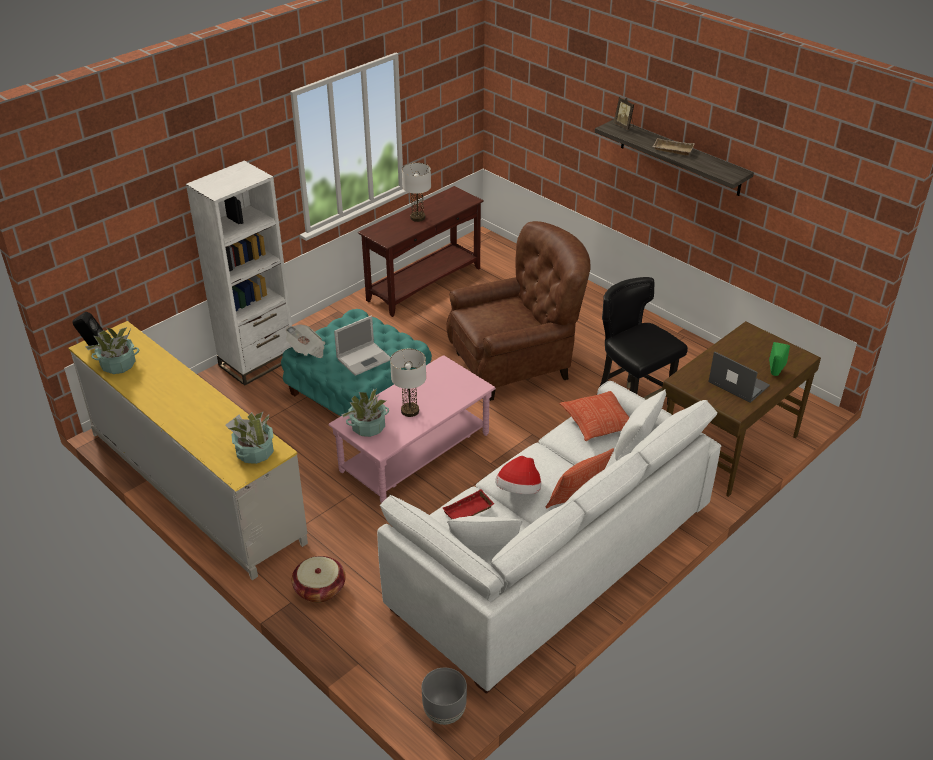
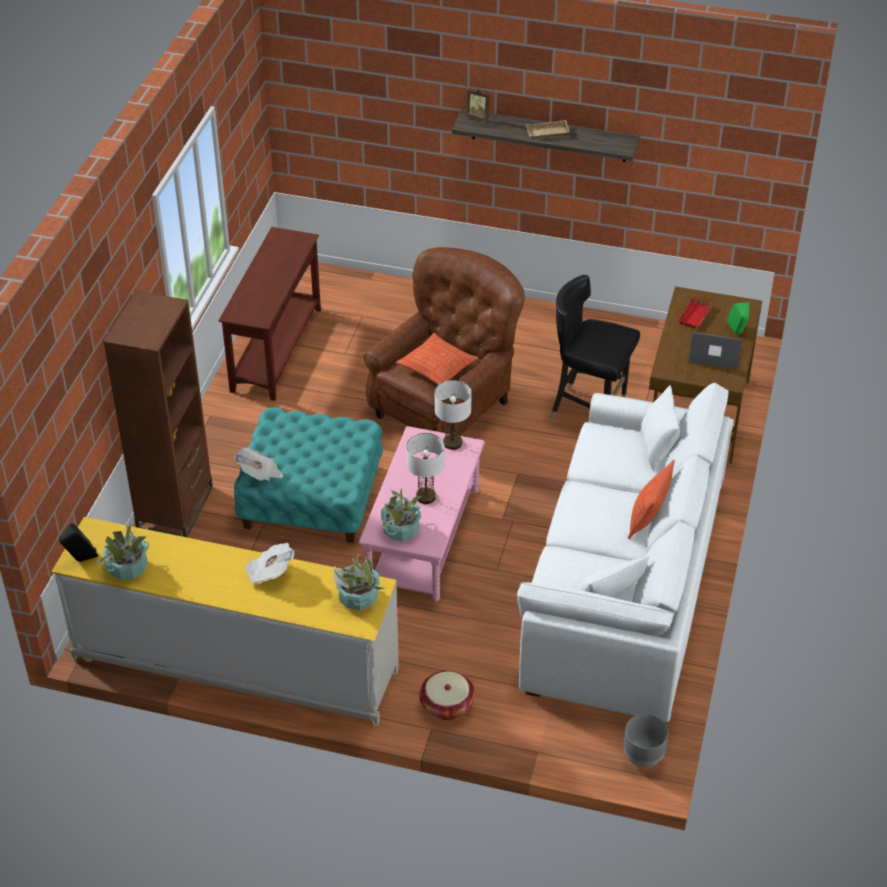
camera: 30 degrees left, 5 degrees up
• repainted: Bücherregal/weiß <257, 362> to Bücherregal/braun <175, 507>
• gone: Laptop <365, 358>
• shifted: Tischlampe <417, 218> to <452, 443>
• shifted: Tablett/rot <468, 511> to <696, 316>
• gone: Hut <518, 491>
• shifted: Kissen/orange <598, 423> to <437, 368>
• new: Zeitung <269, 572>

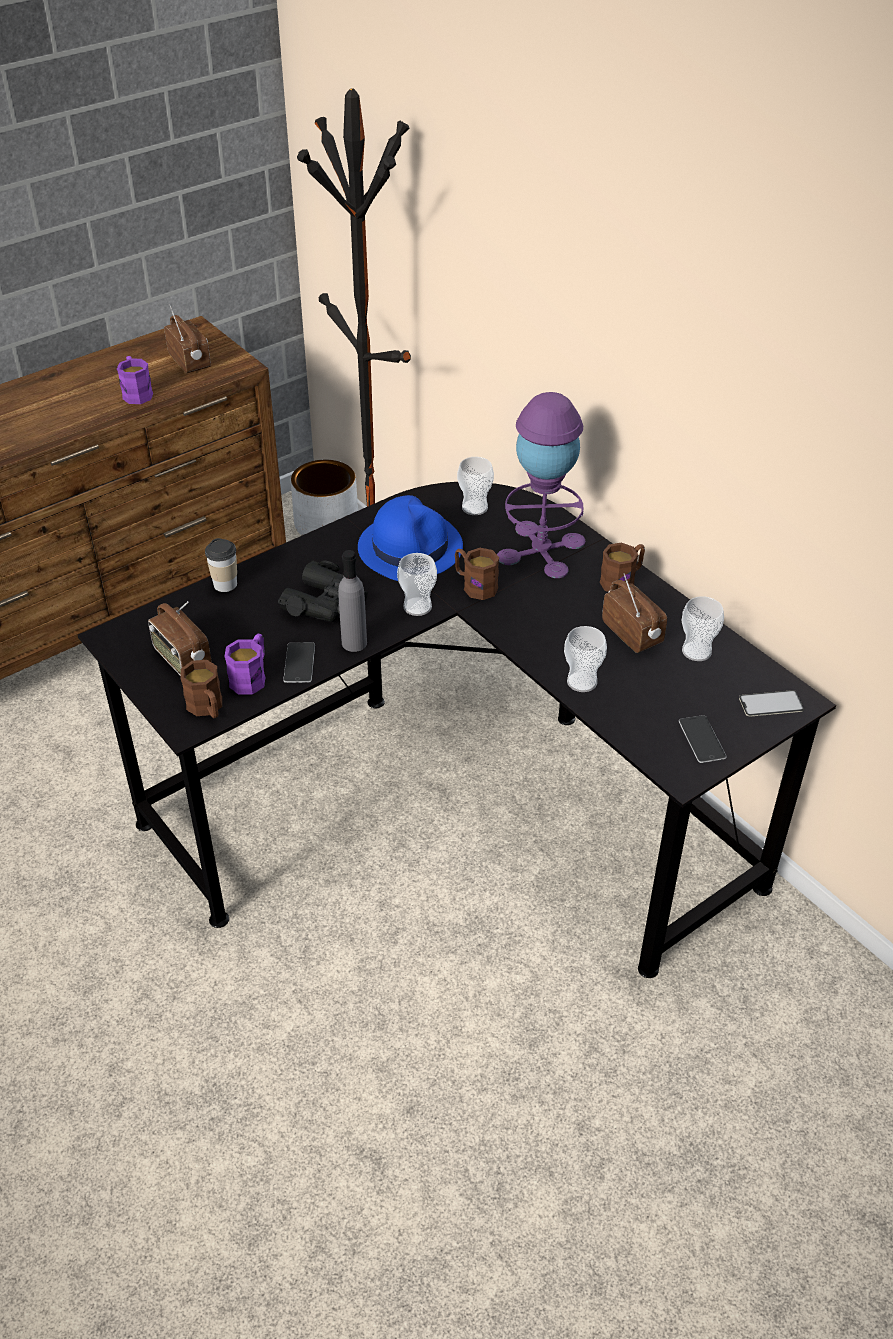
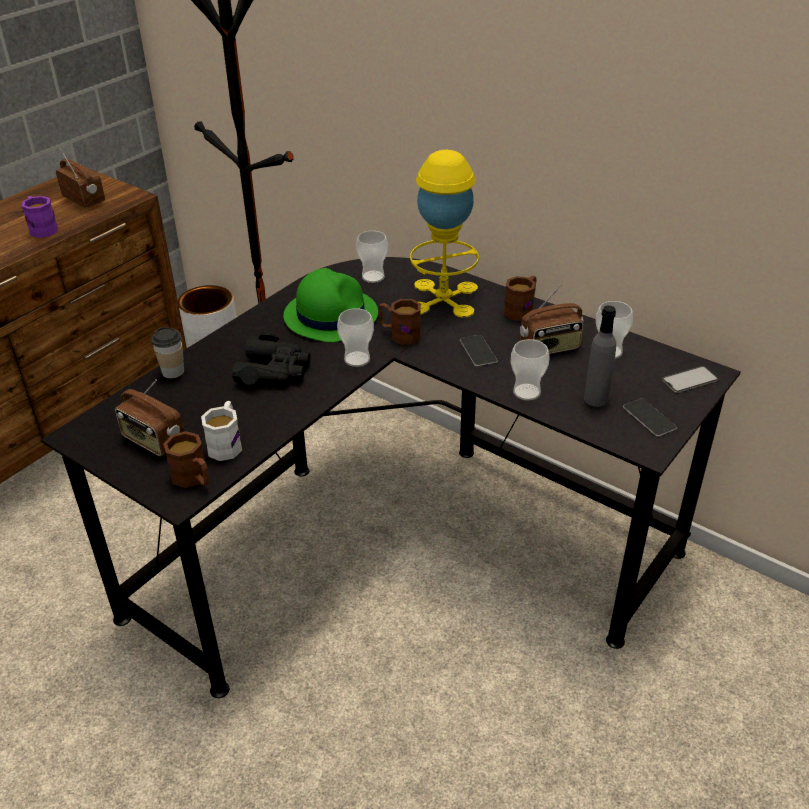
camera: 15 degrees left, 5 degrees down
• repainted: Henkelbecher/lila <251, 676> to Henkelbecher/weiß <226, 443>
• shifted: Handy <299, 662> to <478, 351>
• shifted: Flasche/grau <354, 643> to <595, 399>
• repainted: Hut/blau <410, 547> to Hut/grün <330, 315>
• repainted: Tischlampe/lila <541, 549> to Tischlampe/gelb <443, 298>
• rotated: Radio <632, 633> = <550, 347> 120 degrees clockwise

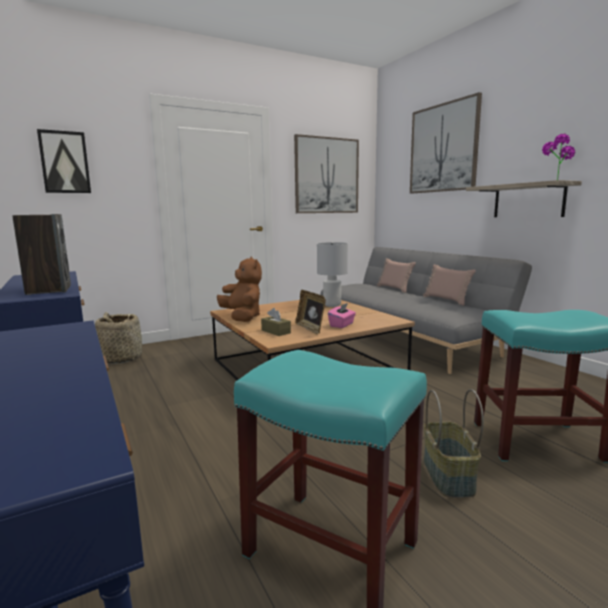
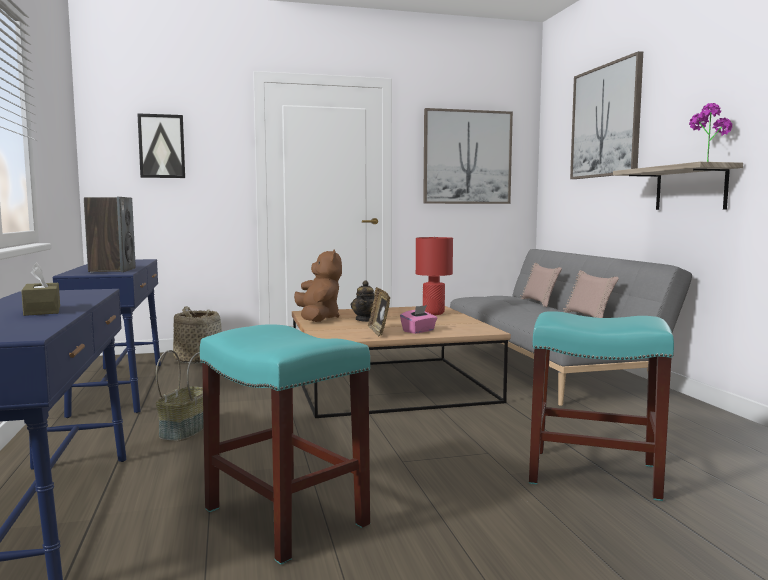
camera: 15 degrees right, 5 degrees down
• shifted: Taschentuchbox/braun <276, 331> to <42, 310>
• repainted: Tischlampe/grau <332, 306> to Tischlampe/rot <434, 314>
• shifted: Korb <447, 475> to <186, 430>
• new: Teekanne <365, 320>

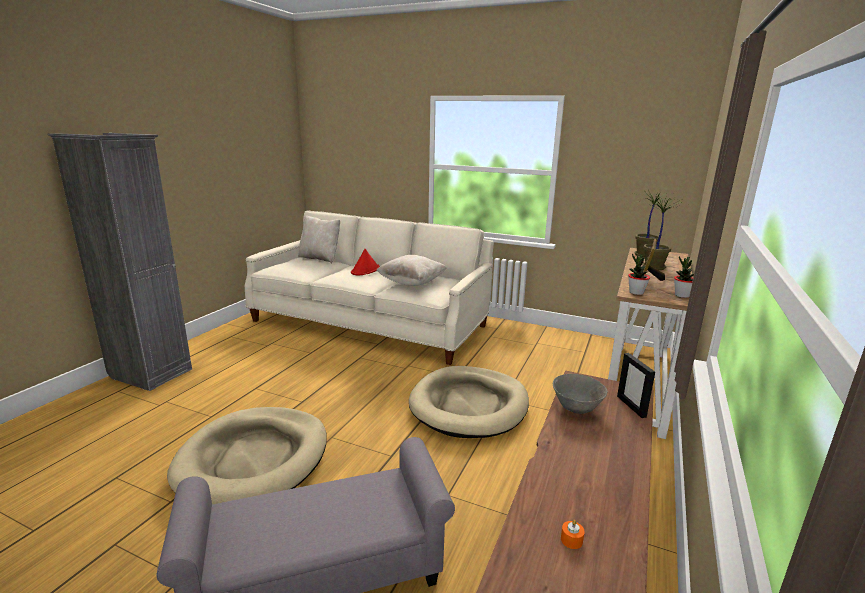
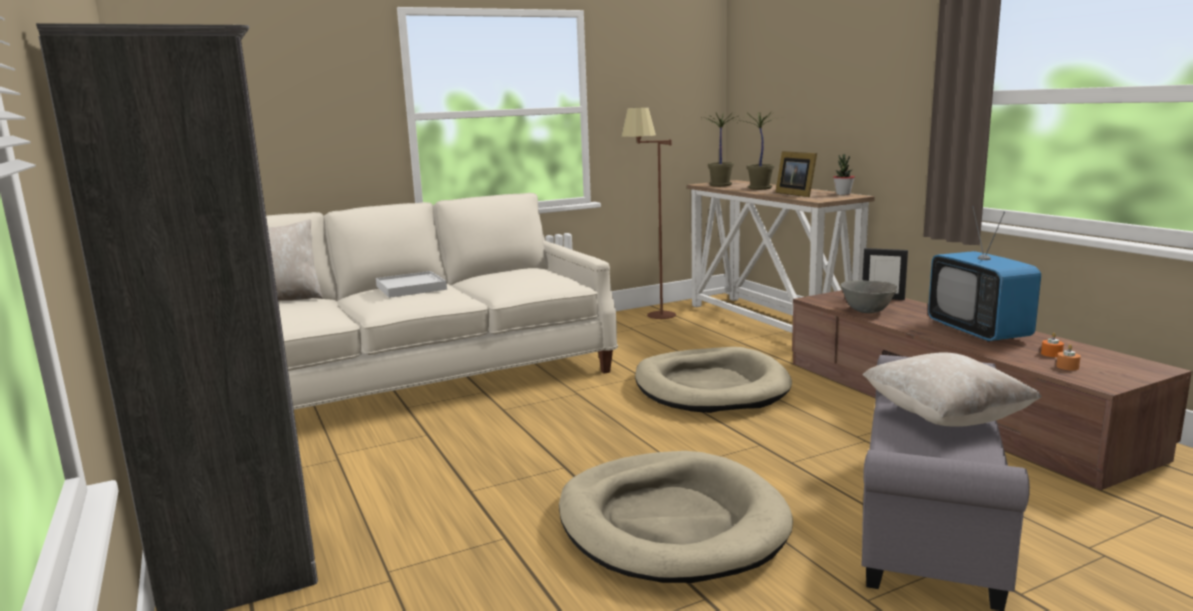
camera: 50 degrees left, 5 degrees down
• swapped: Hut/rot <365, 270> to Tablett/weiß <411, 288>
• shifted: Kissen/beige <412, 283> to <944, 418>
• gone: Topfpflanze <636, 293>
• new: Stehlampe/braun <652, 317>
• new: Fernseher <978, 331>
• new: Kerze/orange <1067, 367>

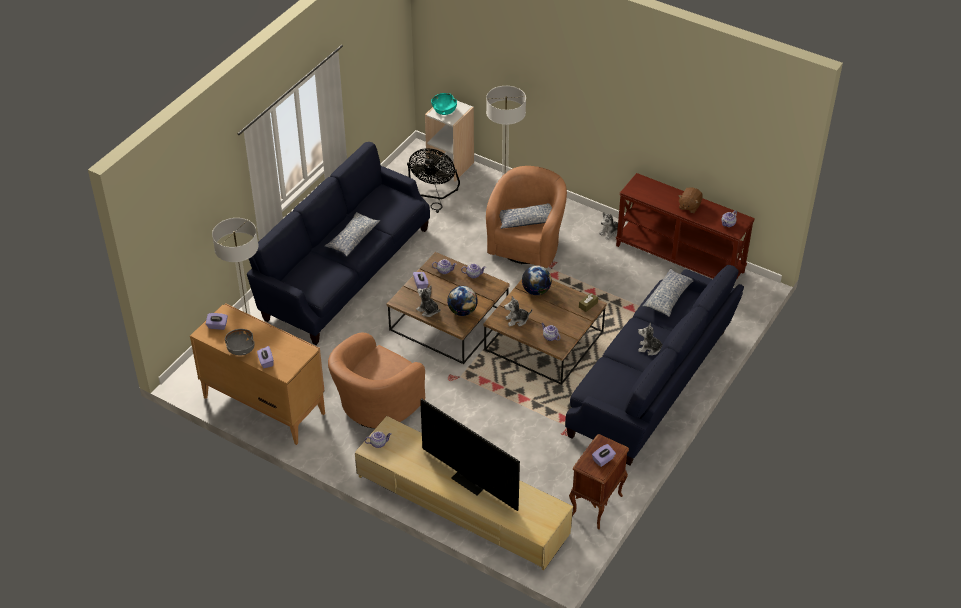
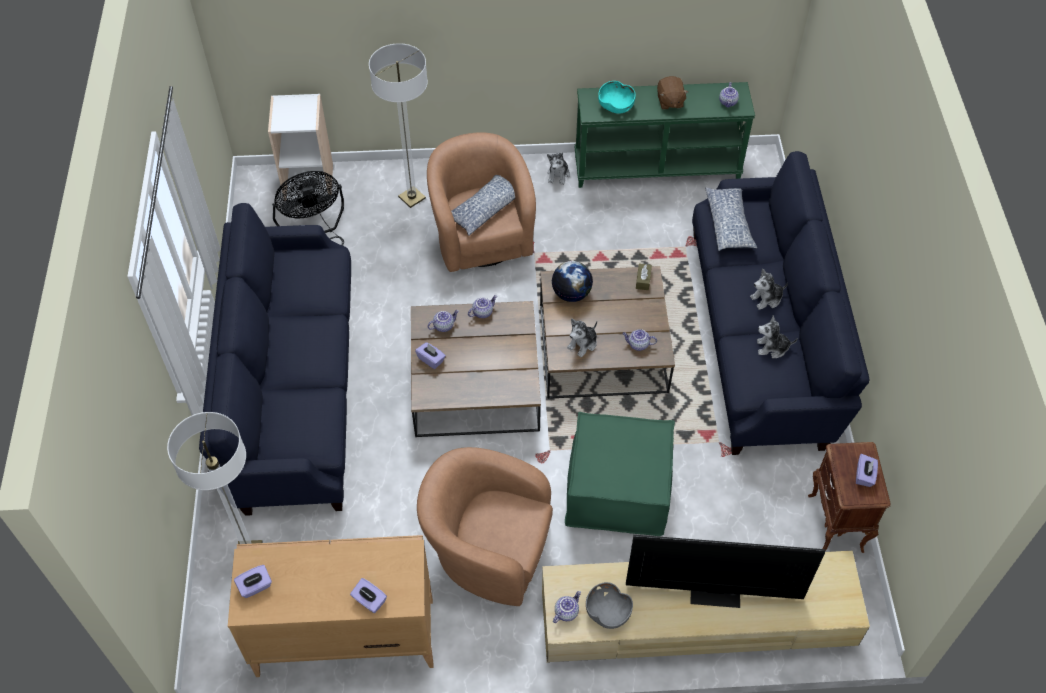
camera: 35 degrees left, 10 degrees up
• shifted: Schüssel/grau <240, 349> to <607, 612>
• gone: Kissen <352, 239>
• rotated: Sessel/braun <377, 407> = <487, 551> 105 degrees clockwise
• shifted: Plüschtier <428, 310> to <772, 348>
• shifted: Schüssel/türkis <444, 110> to <616, 106>
• gone: Globus <462, 311>
• repainted: Konsolentisch/braun <680, 258> to Konsolentisch/grün <657, 167>
• new: Polsterhocker/grün <617, 489>

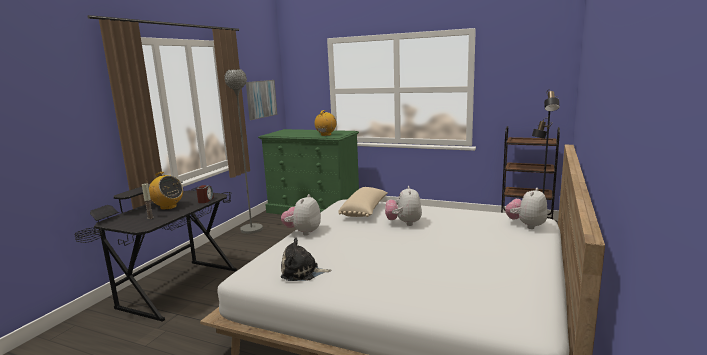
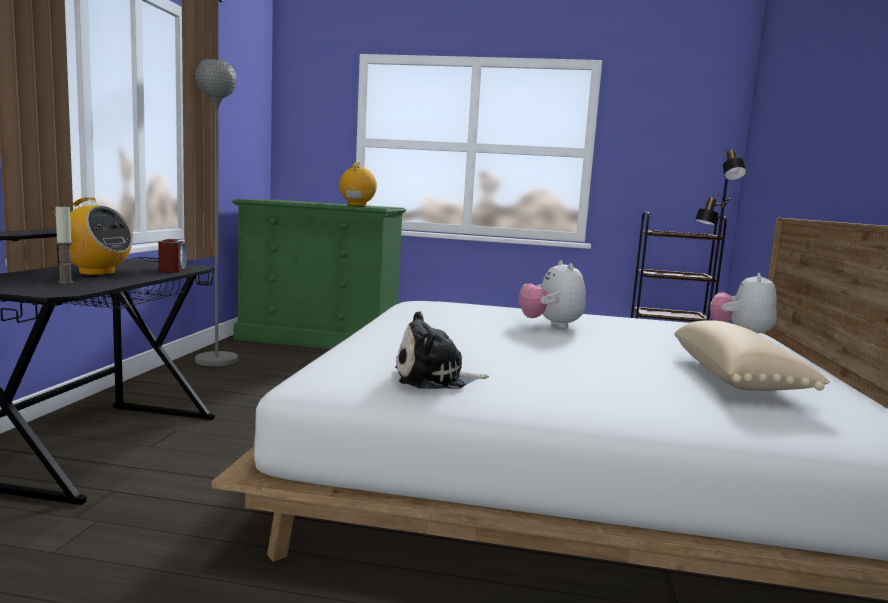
camera: 15 degrees left, 5 degrees down
• gone: Bild <261, 99>
• gone: Plüschtier <303, 232>
• shifted: Kissen/beige <365, 211> to <737, 378>

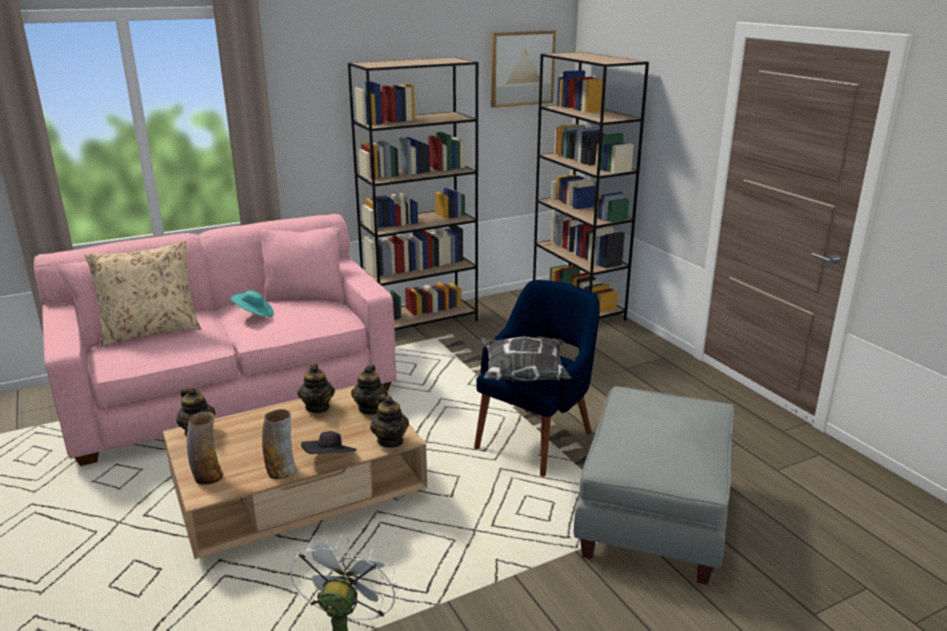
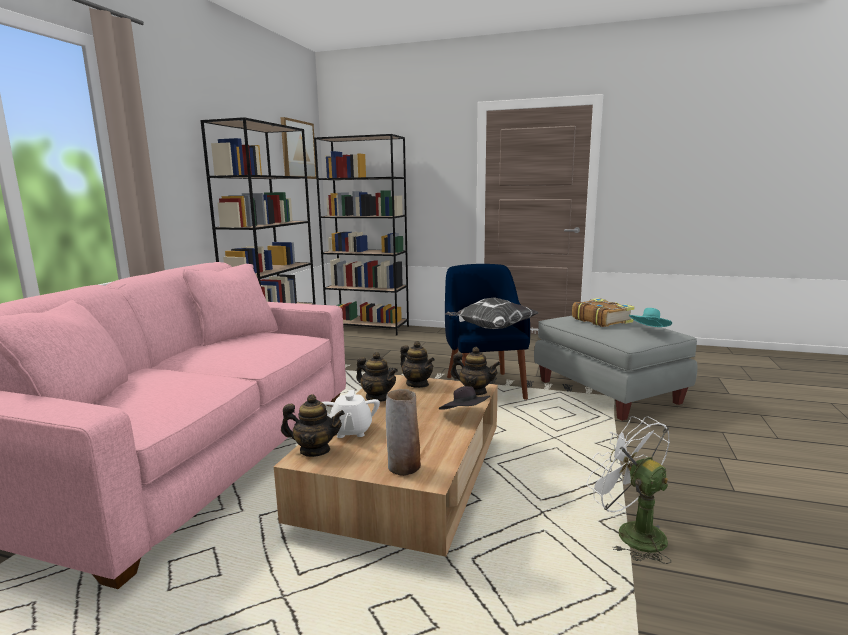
camera: 45 degrees left, 10 degrees down
• gone: Kissen/beige <151, 331>
• shifted: Hut/türkis <254, 315> to <649, 330>
• gone: Vase <281, 471>
• new: Teekanne/weiß <351, 431>
• new: Buch <601, 320>

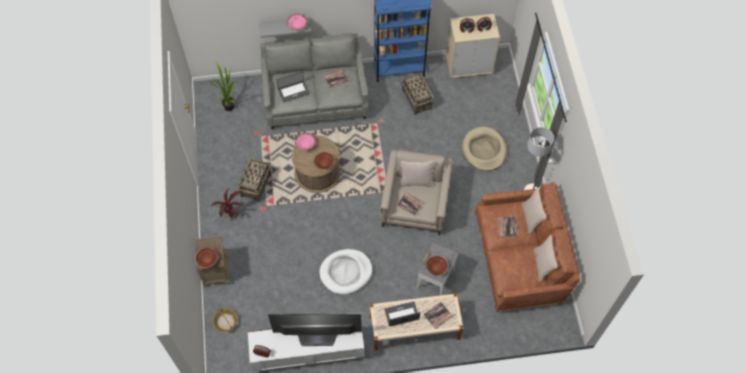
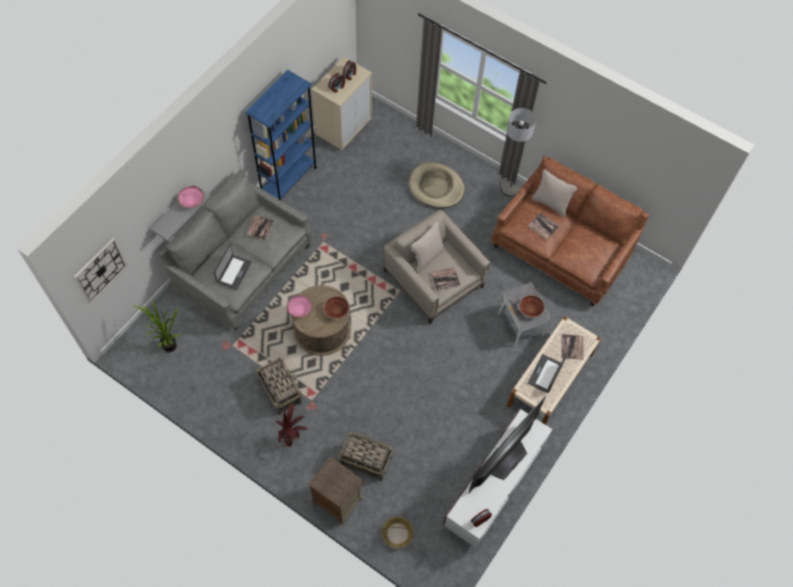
camera: 50 degrees left, 0 degrees up
• gone: Schüssel/braun <207, 260>
• gone: Hundebett/weiß <346, 272>
• shifted: Korb <417, 100> to <366, 461>
• gone: Kissen/beige <542, 265>
• new: Wanduhr <100, 270>

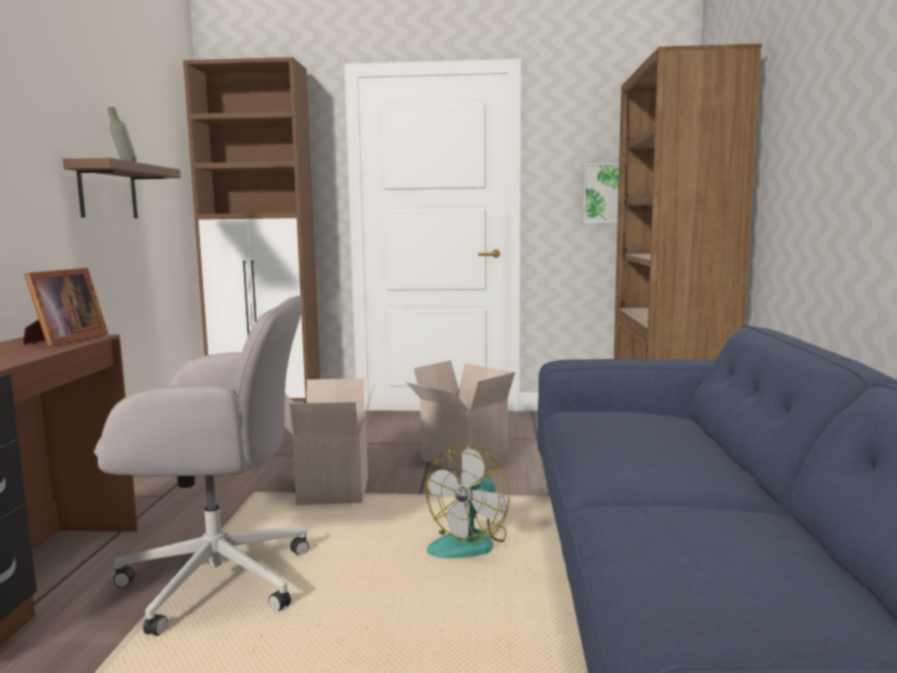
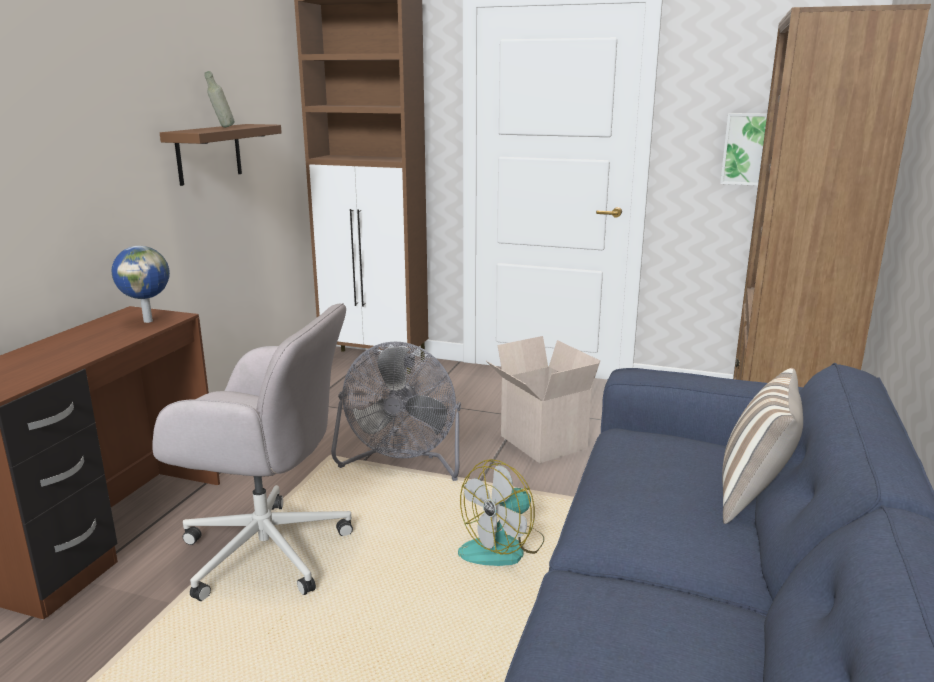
camera: 15 degrees right, 10 degrees up
• swapped: Bilderrahmen <64, 340> to Globus <148, 321>
• swapped: Karton <331, 489> to Ventilator/grau <400, 462>
• new: Kissen <753, 496>

